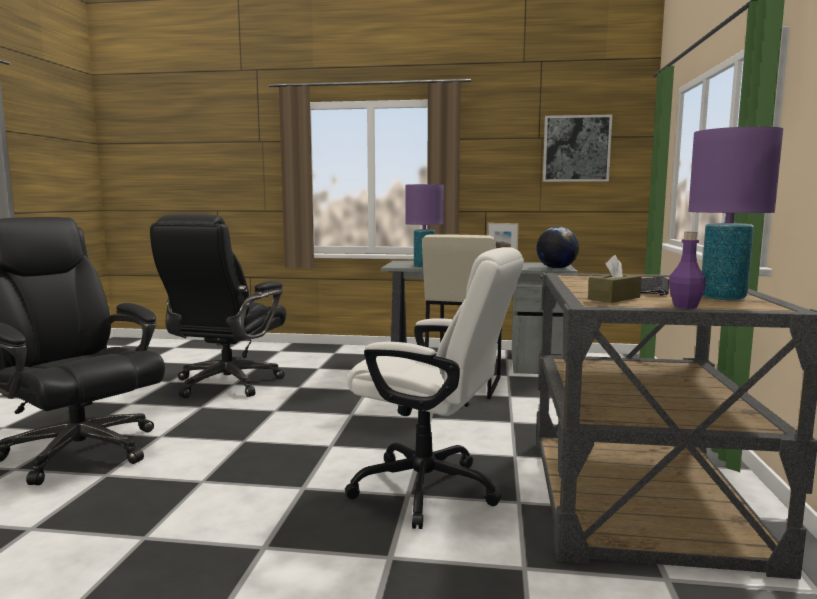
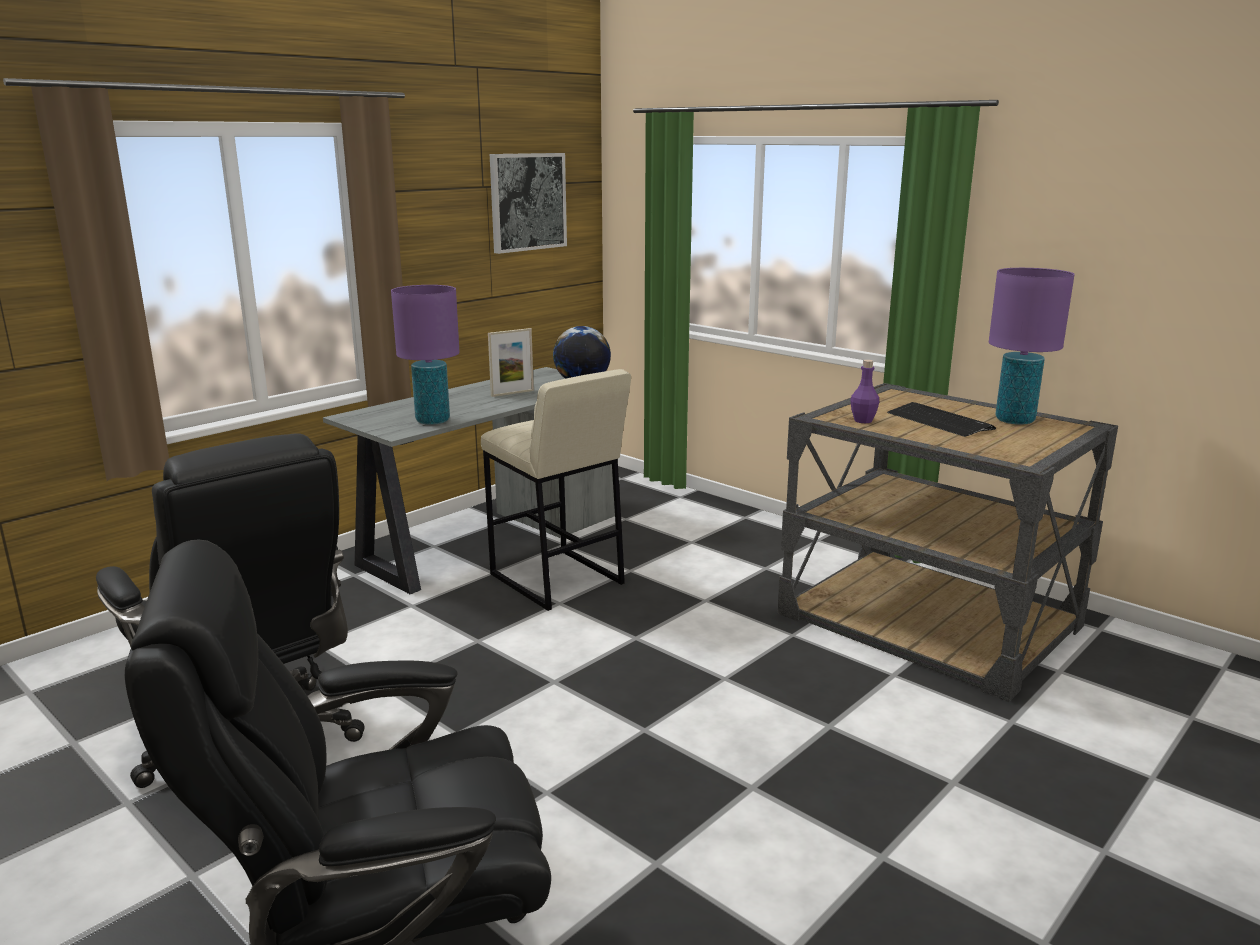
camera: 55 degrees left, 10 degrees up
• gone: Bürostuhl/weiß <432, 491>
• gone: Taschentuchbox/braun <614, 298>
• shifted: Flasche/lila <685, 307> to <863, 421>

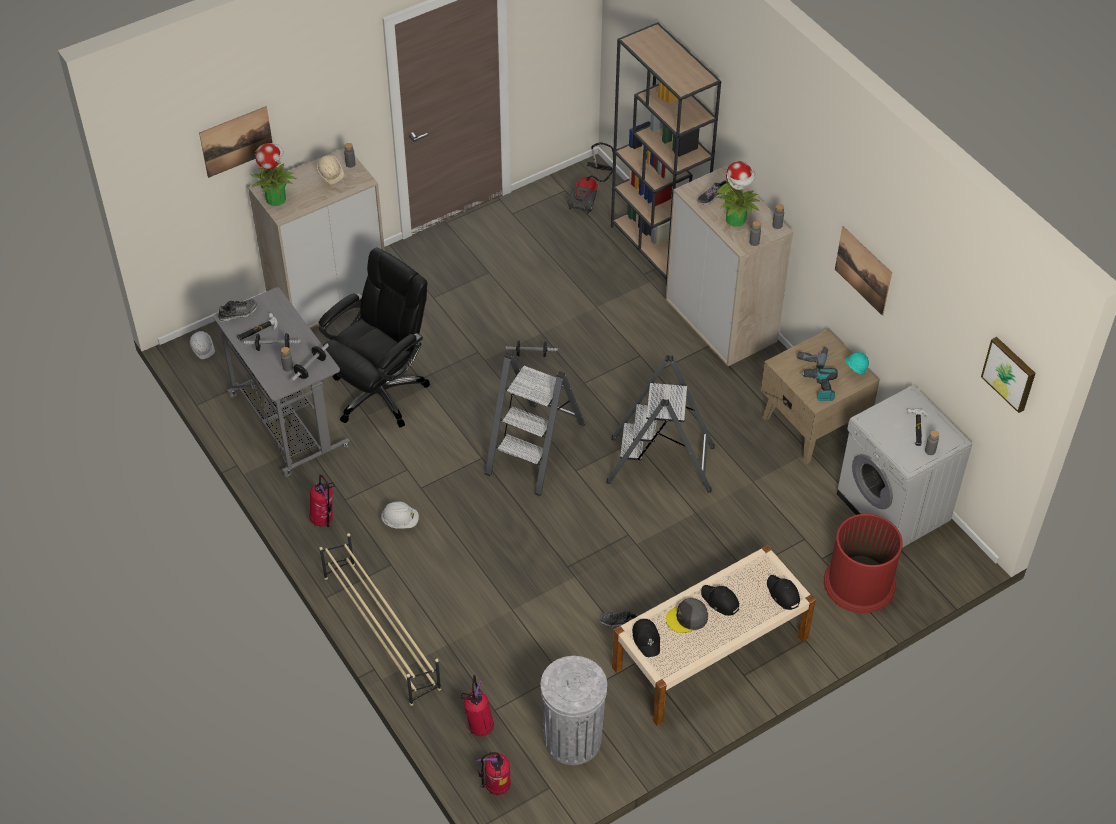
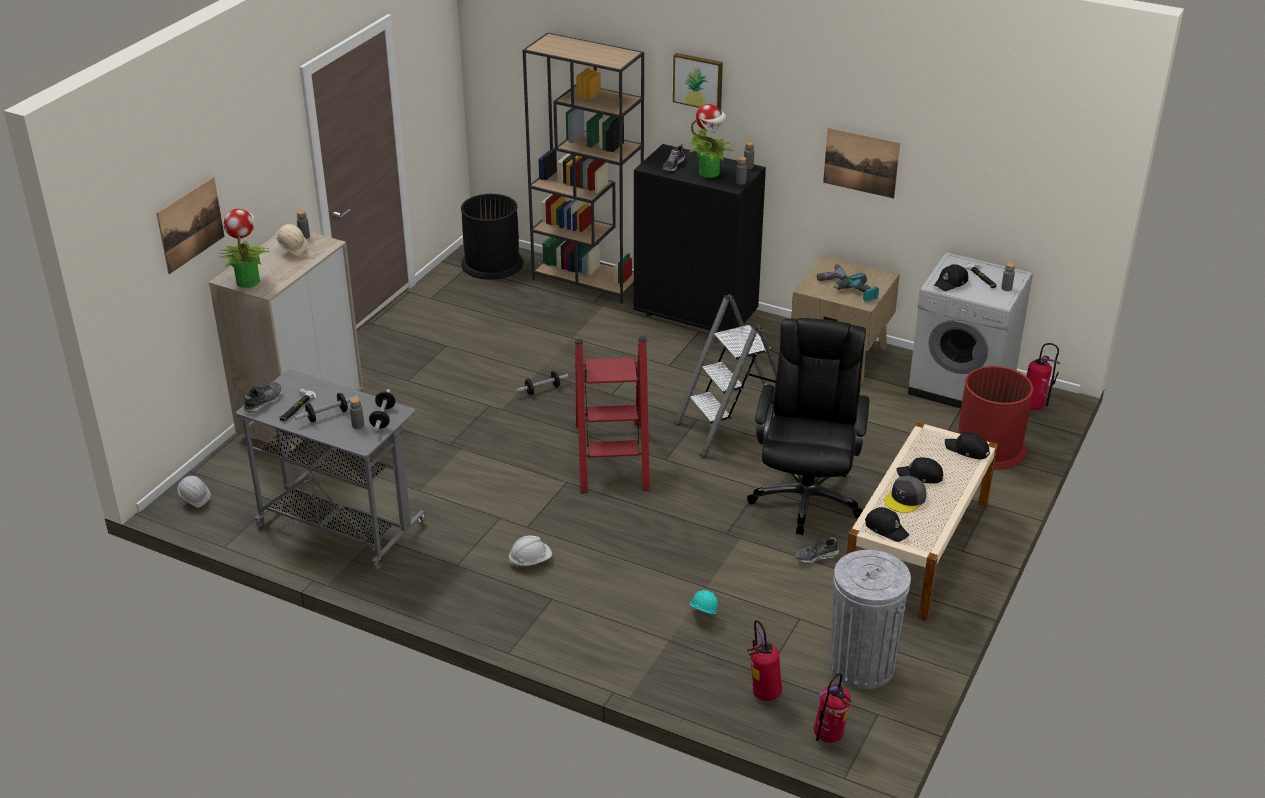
camera: 30 degrees left, 15 degrees down
• shifted: Feuerlöscher <324, 520> to <1034, 406>
• shifted: Bürostuhl/schwarz <379, 393> to <806, 498>
• gone: Schuhregal/beige <381, 631>
• repainted: Trittleiter/grau <536, 447> to Trittleiter/rot <612, 455>
• swapped: Staubsauger <590, 194> to Mülleimer/schwarz <492, 264>
• repainted: Schrank/beige <721, 326> to Schrank/schwarz <696, 315>
• shifted: Schutzhelm/türkis <854, 372> to <701, 617>
• shifted: Bild <1010, 373> to <698, 81>
• new: Kappe/schwarz <951, 283>

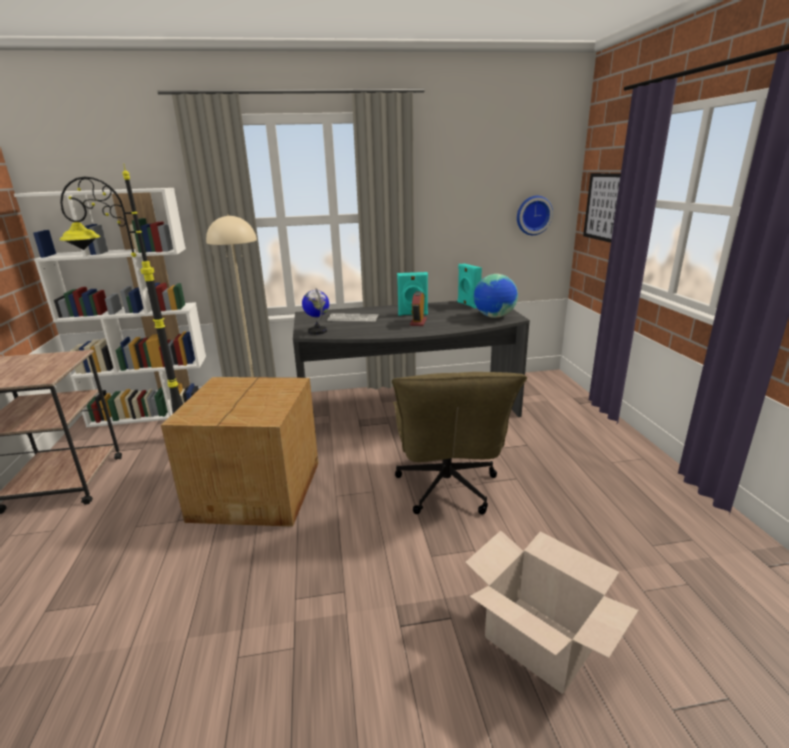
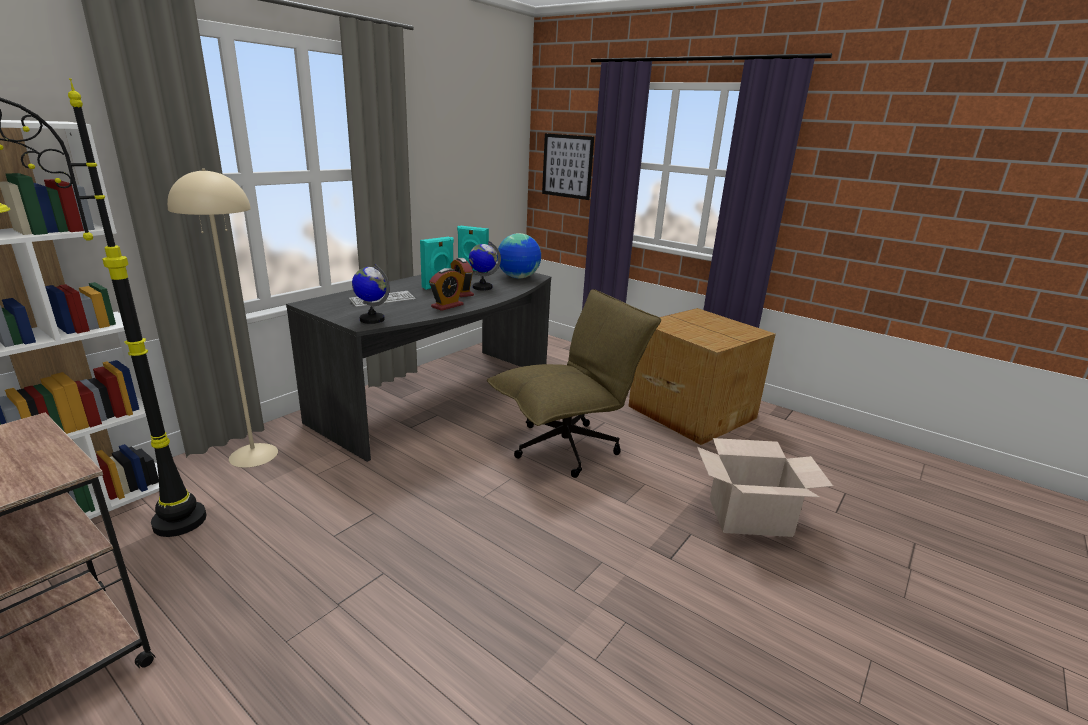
camera: 45 degrees left, 0 degrees up
• shifted: Karton <259, 489> to <691, 411>
• rotated: Bürostuhl/beige <446, 485> = <563, 448> 75 degrees counterclockwise
• gone: Wanduhr <533, 215>
• new: Wecker <447, 306>
• new: Globus <482, 287>

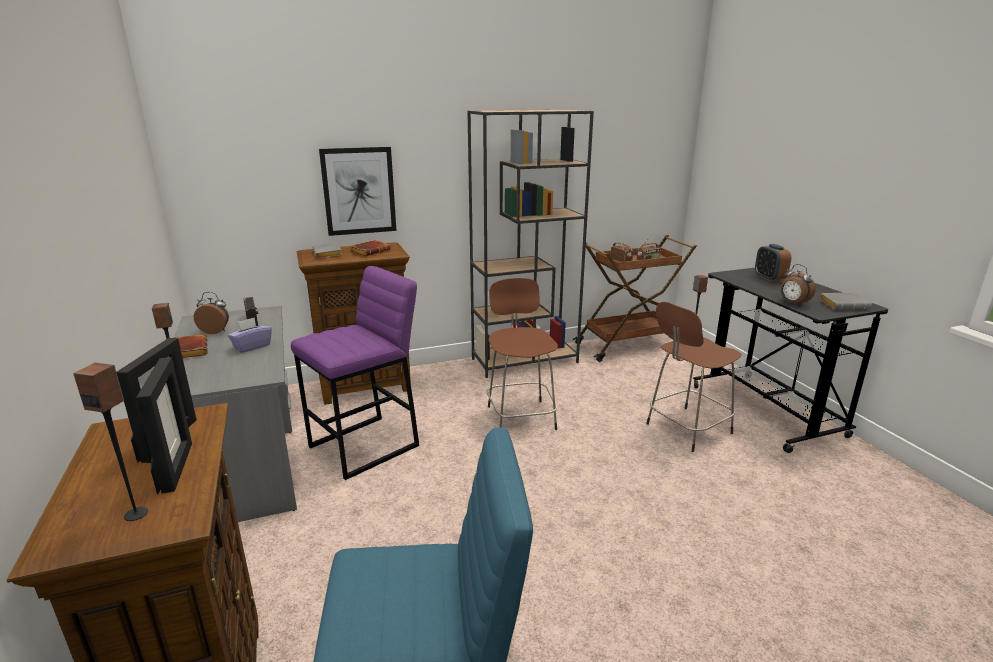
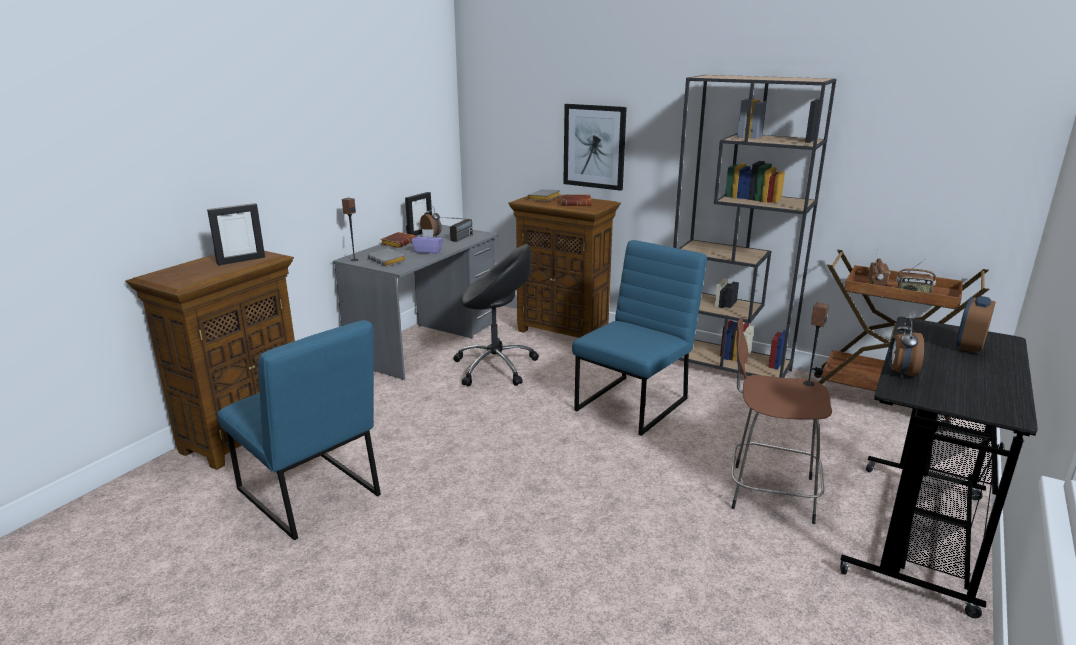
camera: 50 degrees right, 0 degrees up
• gone: Lautsprecher <136, 513>
• shifted: Bilderrahmen <175, 467> to <420, 233>
• swapped: Hocker/lila <366, 445> to Bürostuhl/schwarz <497, 367>
• swapped: Hocker/braun <520, 416> to Stuhl/blau <634, 403>
• shifted: Buch/grau <844, 305> to <388, 261>

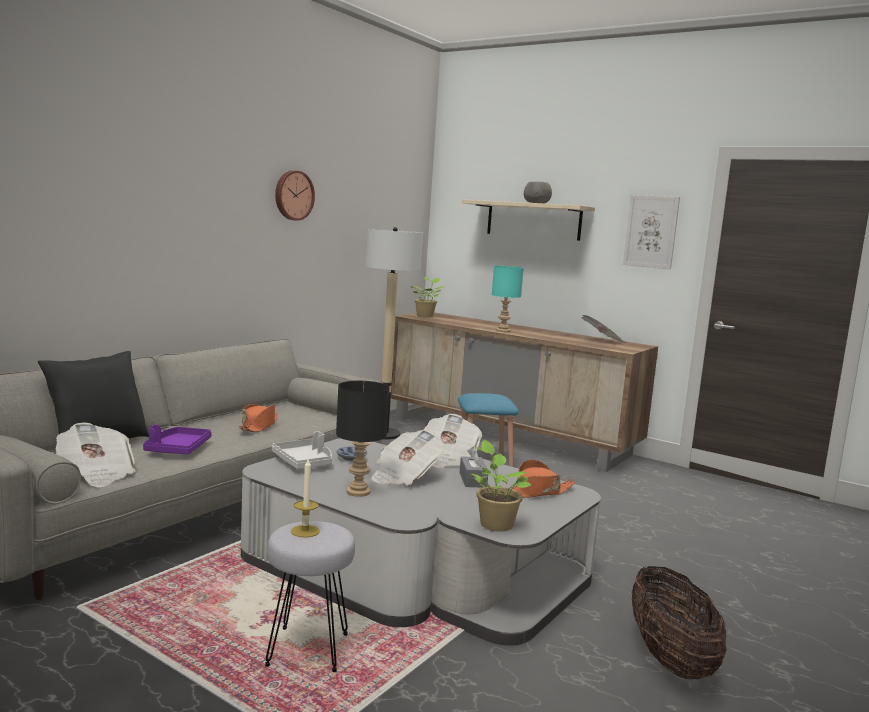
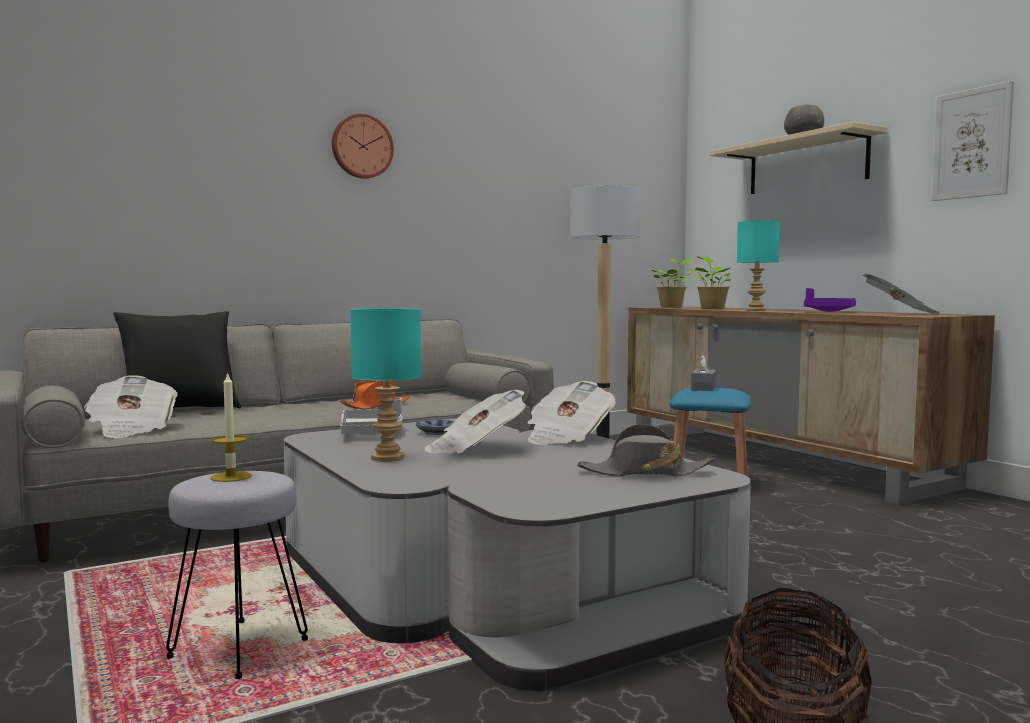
camera: 25 degrees right, 5 degrees down
• shifted: Tablett/lila <178, 449> to <829, 311>
• shifted: Wanduhr <293, 195> to <361, 147>
• repainted: Tischlampe/schwarz <357, 492> to Tischlampe/türkis <386, 458>
• shifted: Taschentuchbox/grau <472, 480> to <703, 388>
• shifted: Topfpflanze <495, 524> to <711, 308>
• repainted: Hut/orange <536, 492> to Hut/grau <644, 473>

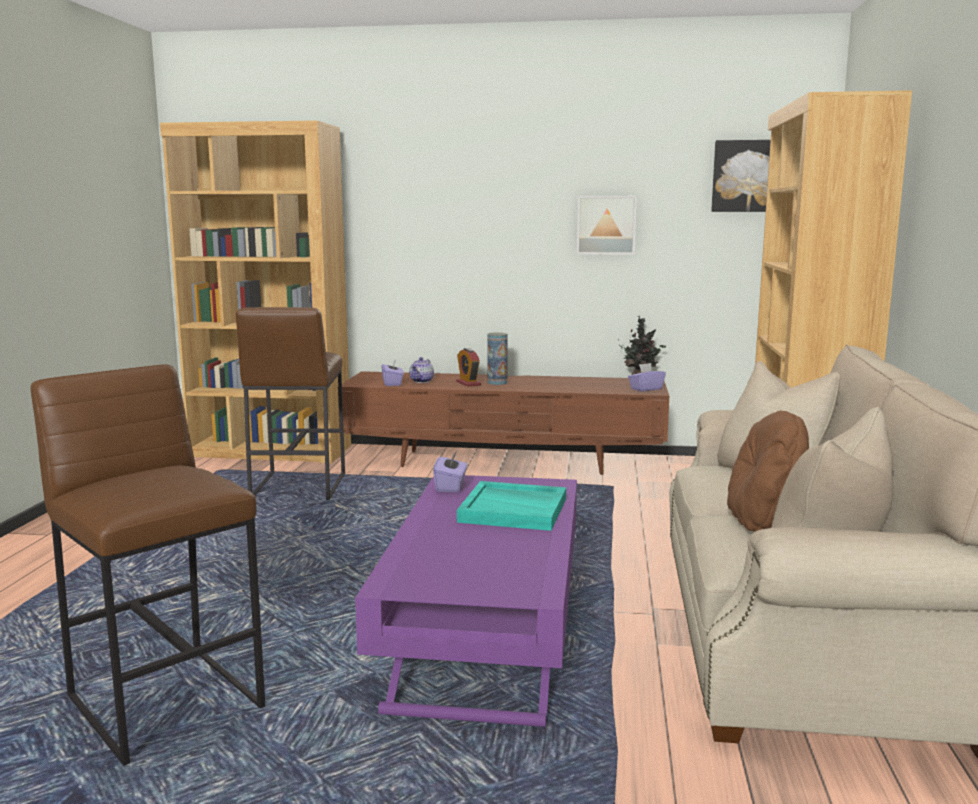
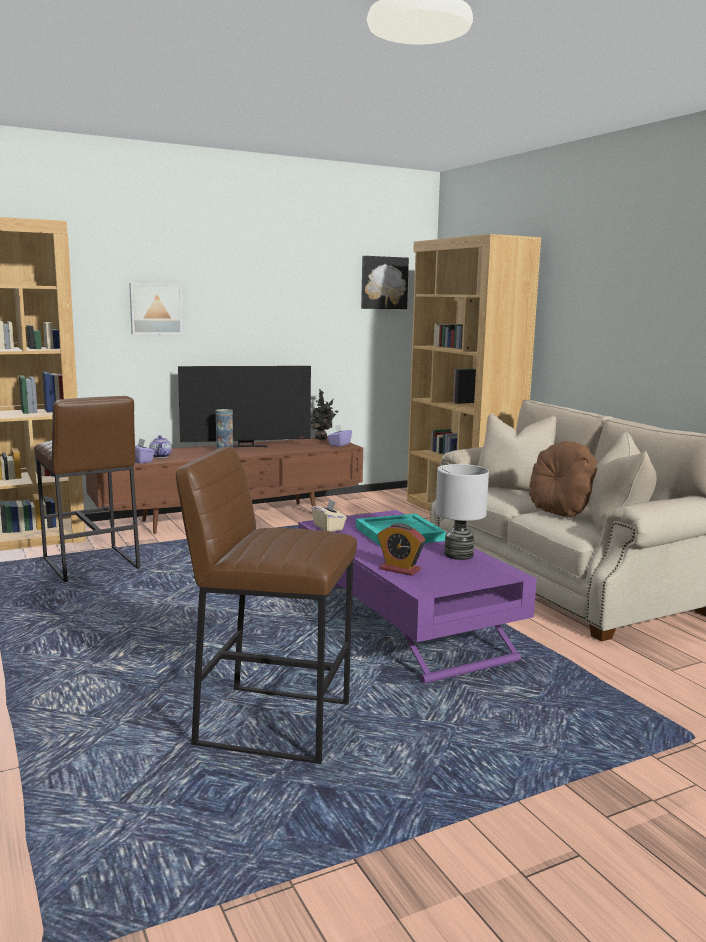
camera: 35 degrees left, 0 degrees up
• repainted: Taschentuchbox/lila <451, 486> to Taschentuchbox/beige <328, 527>
• shifted: Wecker <468, 383> to <400, 569>
• shifted: Bild <606, 225> to <155, 308>
• new: Fernseher <246, 447>
• new: Tischlampe/grau <459, 555>

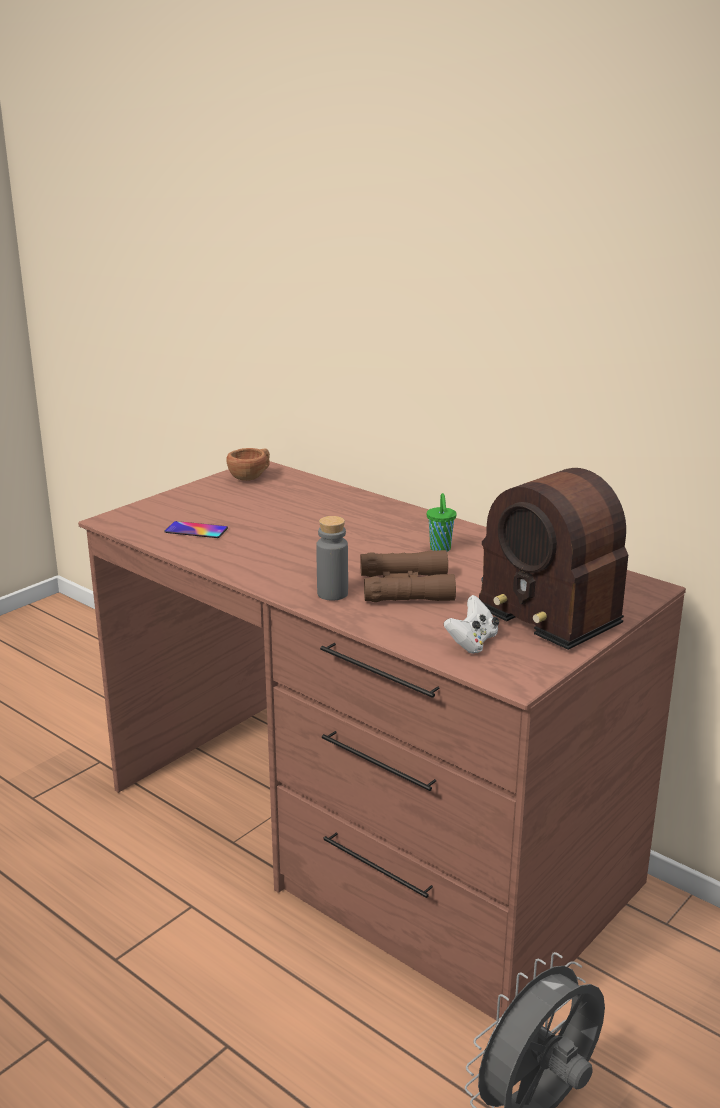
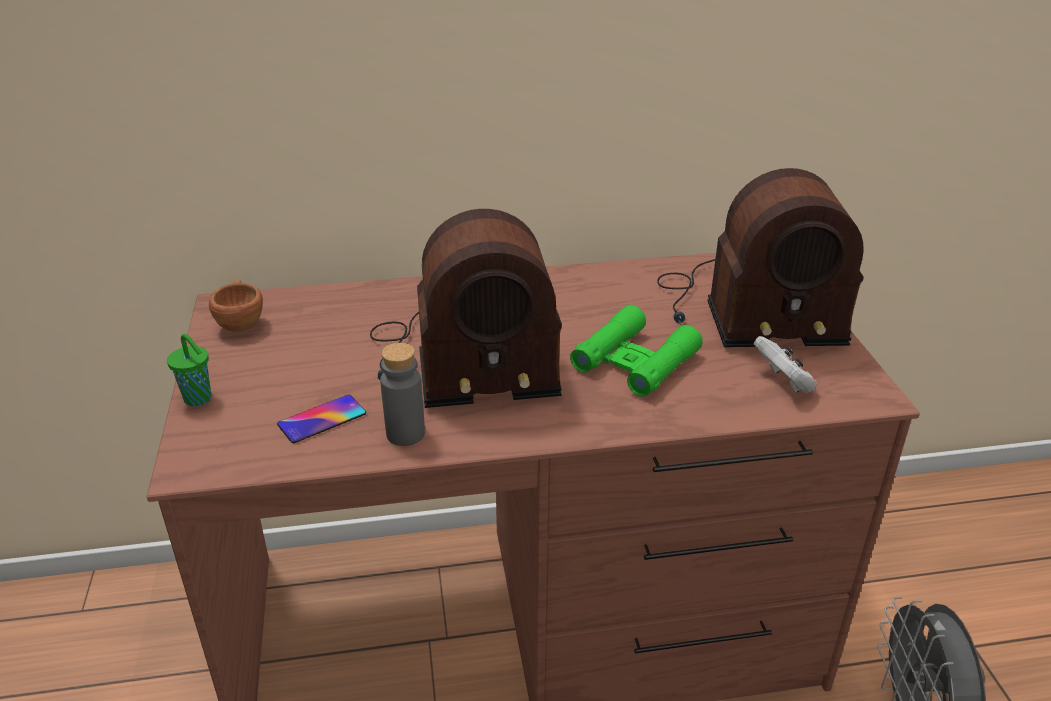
camera: 50 degrees left, 10 degrees up
• shifted: Flasche/grau <332, 594> to <405, 434>
• repainted: Fernglas/braun <406, 587> to Fernglas/grün <635, 361>
• shifted: Tasse/grün <440, 549> to <199, 399>
• new: Radio <461, 360>

